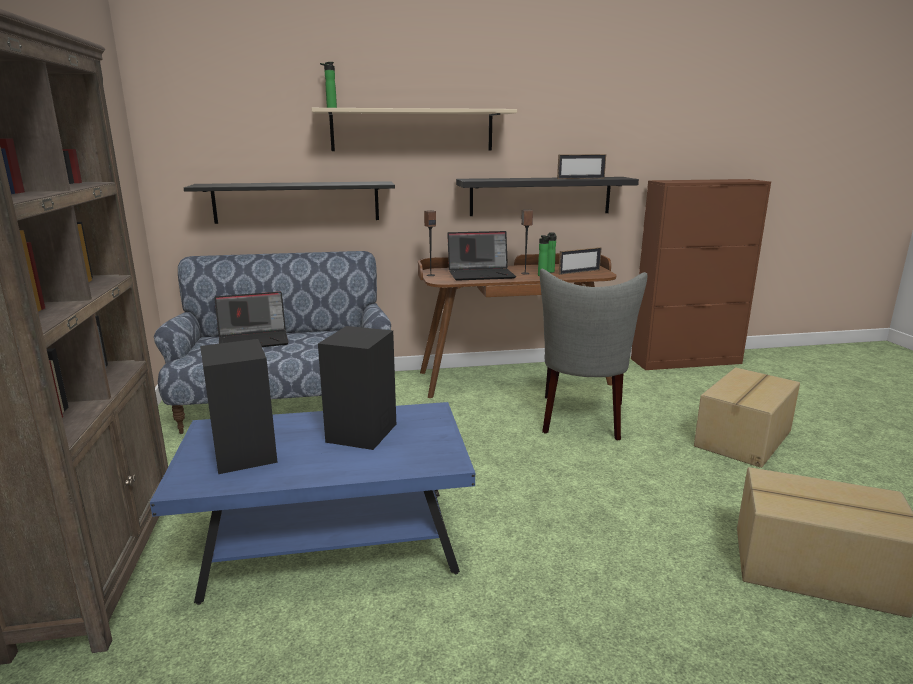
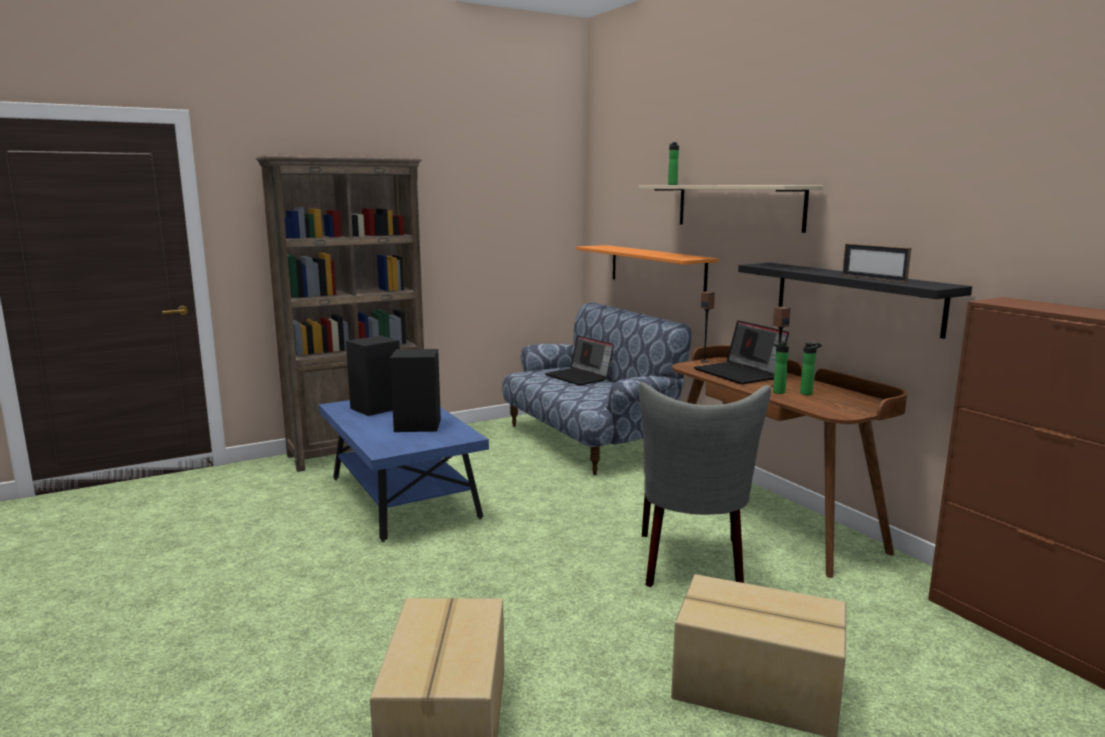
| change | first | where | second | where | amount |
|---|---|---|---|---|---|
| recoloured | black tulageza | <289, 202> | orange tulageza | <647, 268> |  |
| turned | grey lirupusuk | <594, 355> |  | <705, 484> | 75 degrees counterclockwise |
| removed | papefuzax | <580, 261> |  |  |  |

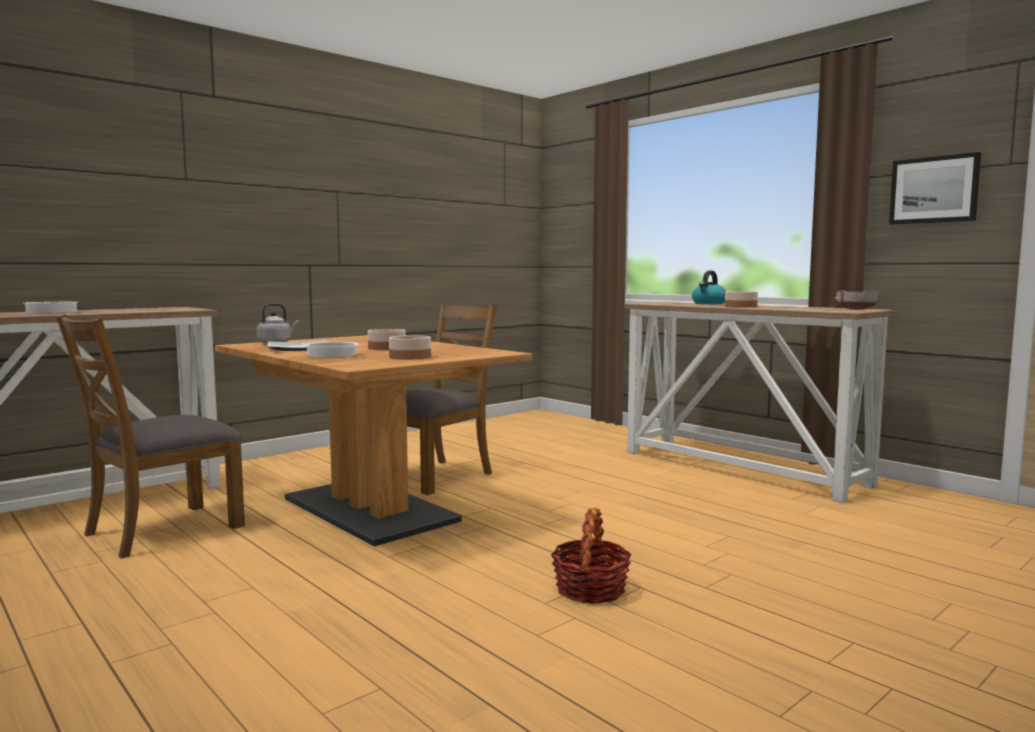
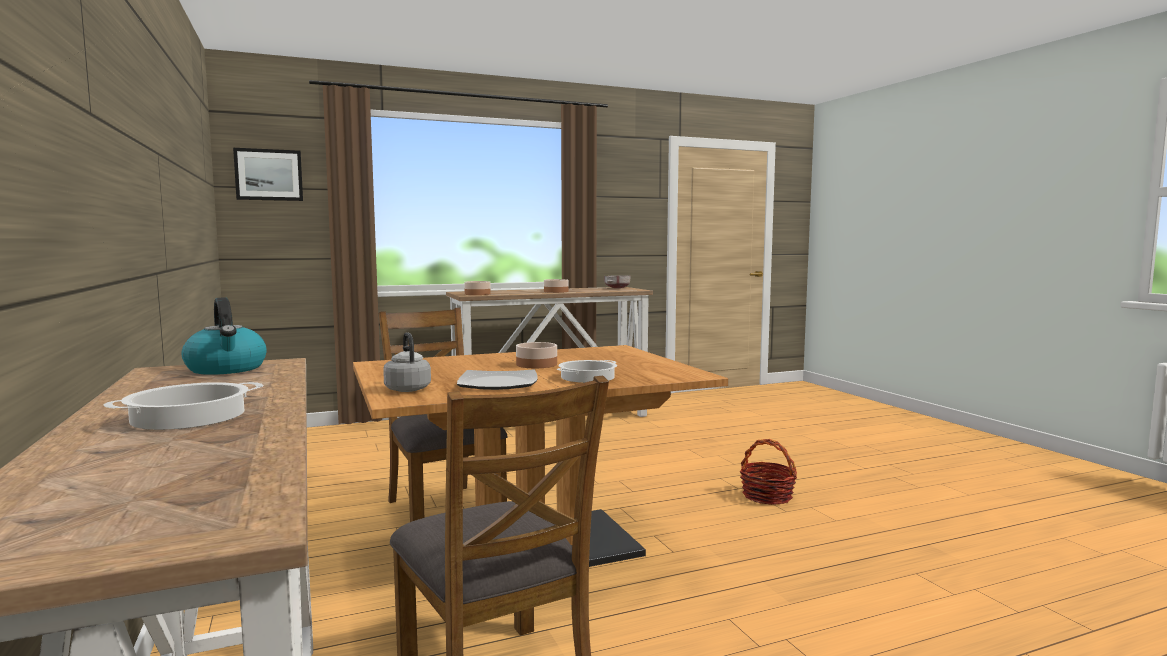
| change | first | where | second | where | amount |
|---|---|---|---|---|---|
| moved | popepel | <410, 347> |  | <477, 288> |  |
| moved | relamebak | <709, 287> |  | <224, 336> |  |
| moved | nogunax | <935, 188> |  | <268, 174> |  |

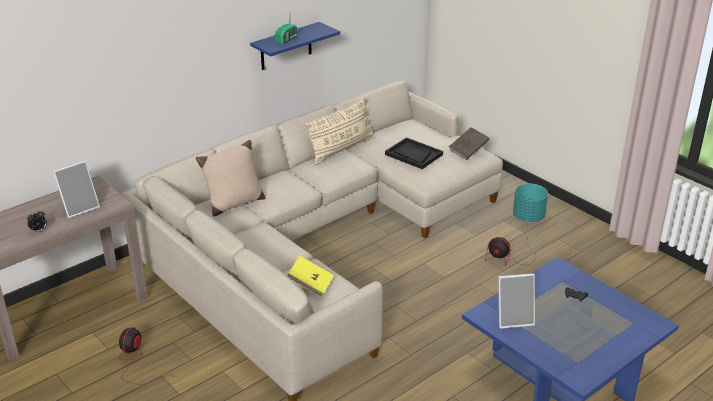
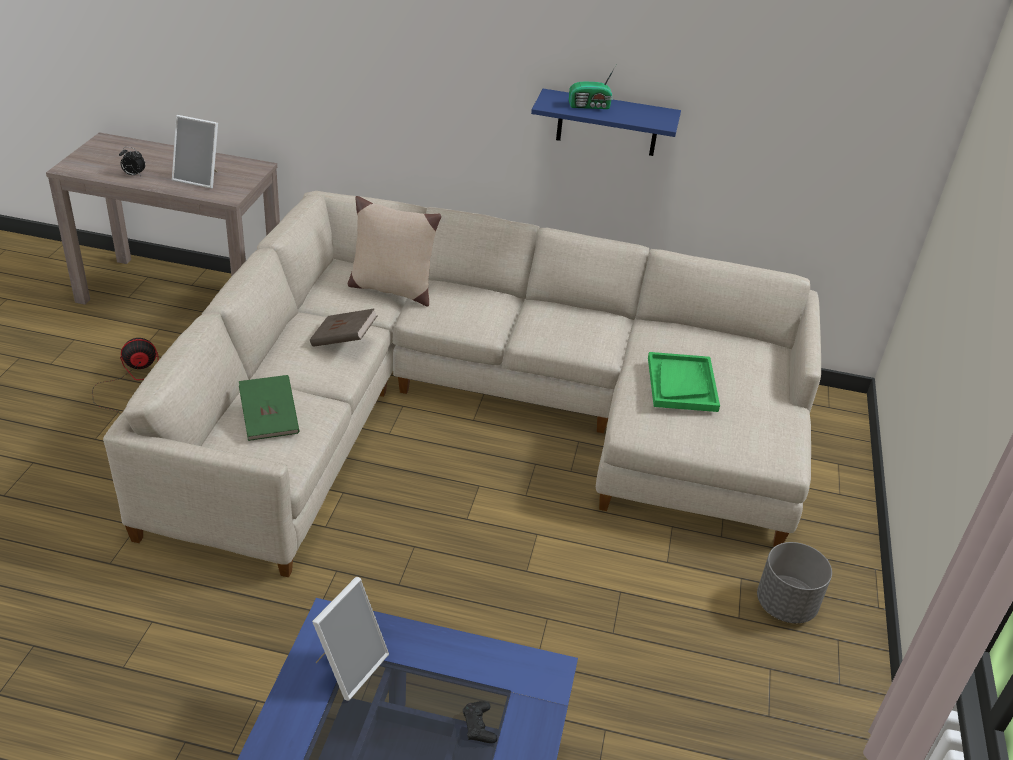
| change | first | where | second | where | amount |
|---|---|---|---|---|---|
| recoloured | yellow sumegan | <310, 276> | green sumegan | <269, 408> |  |
| removed | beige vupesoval | <340, 131> |  |  |  |
| recoloured | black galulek | <414, 153> | green galulek | <684, 382> |  |
| moved | brown sumegan | <469, 143> |  | <344, 327> |  |
| removed | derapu | <510, 251> |  |  |  |
| turned | papefuzax | <516, 301> |  | <350, 639> | 105 degrees counterclockwise |
| recoloured | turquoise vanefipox | <530, 202> | grey vanefipox | <794, 582> |  |

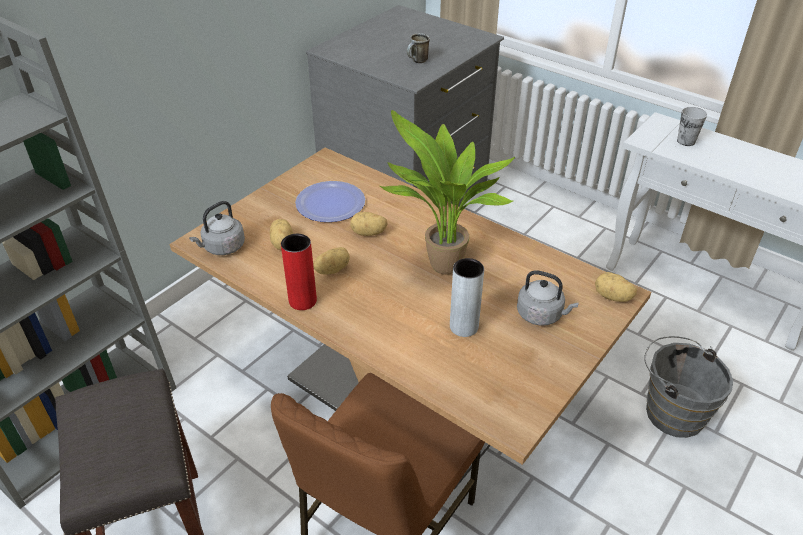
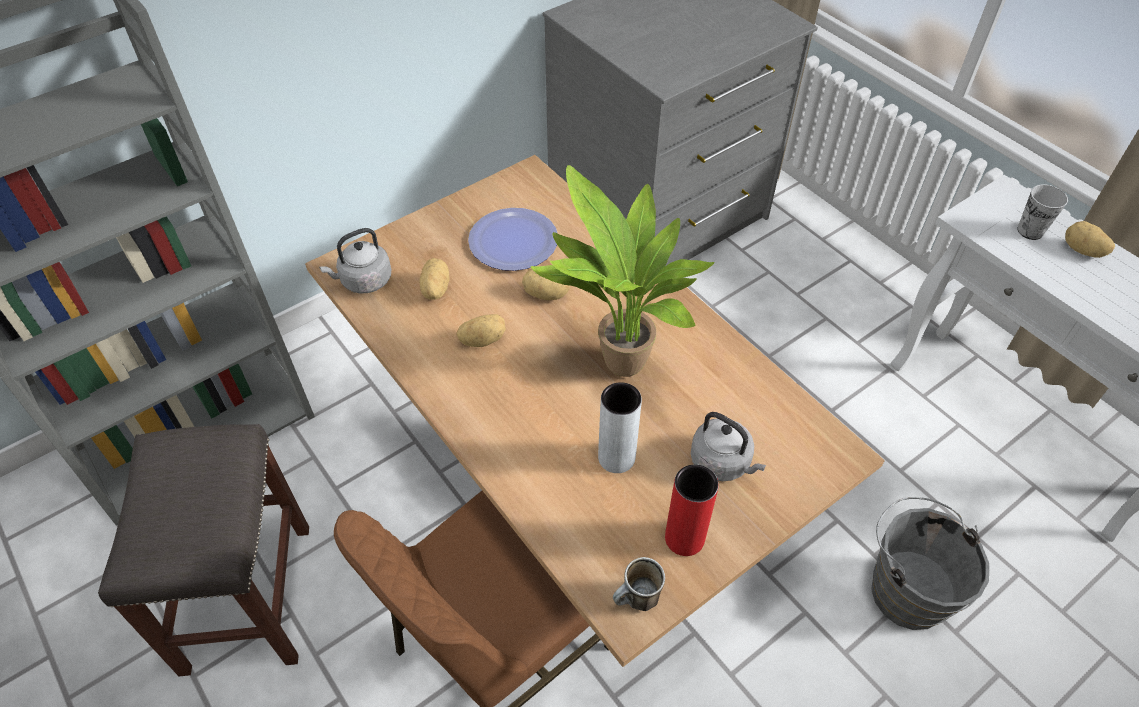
| change | first | where | second | where | amount |
|---|---|---|---|---|---|
| moved | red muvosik | <299, 272> |  | <692, 510> |  |
| moved | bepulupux | <418, 48> |  | <639, 584> |  |
| moved | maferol | <616, 287> |  | <1090, 239> |  |

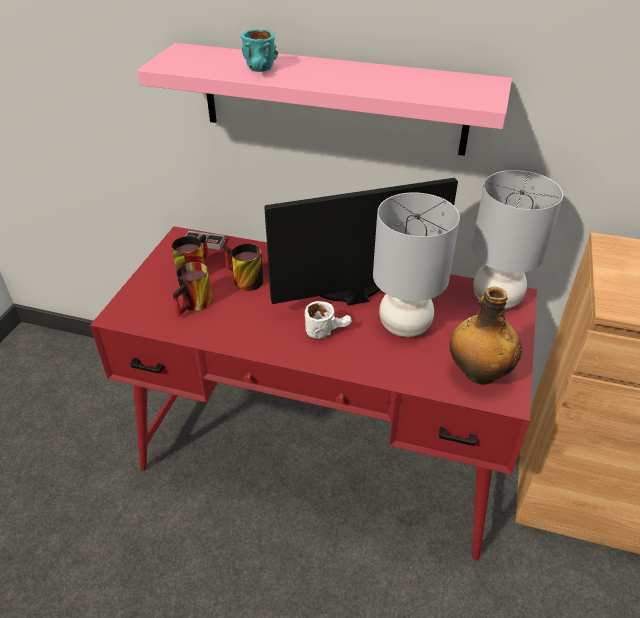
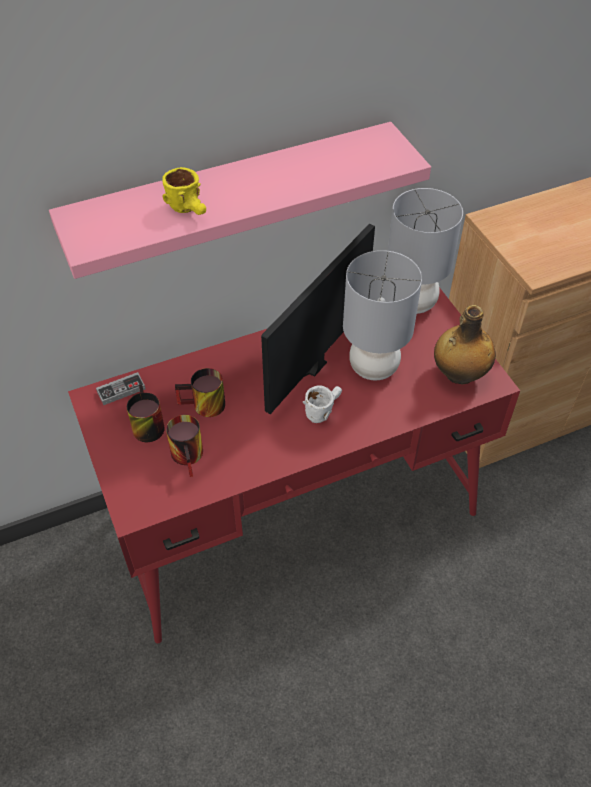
| change | first | where | second | where | amount |
|---|---|---|---|---|---|
| recoloured | turquoise bepulupux | <259, 50> | yellow bepulupux | <184, 191> |  |

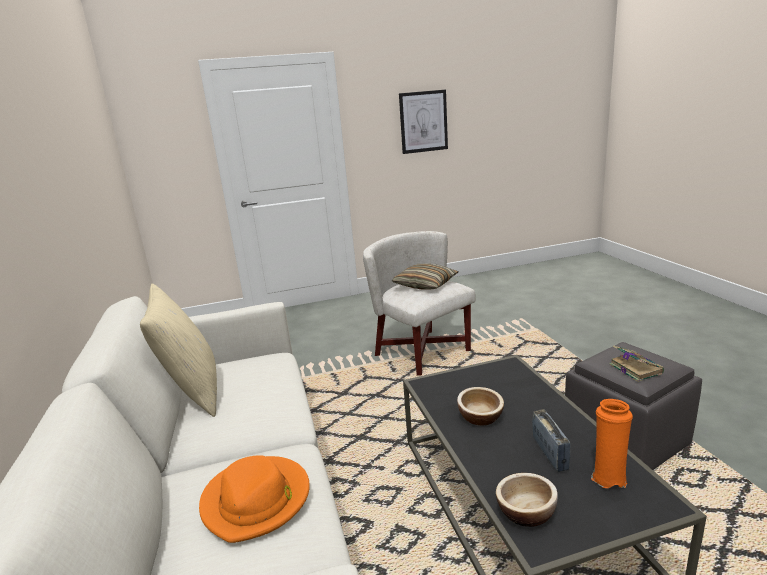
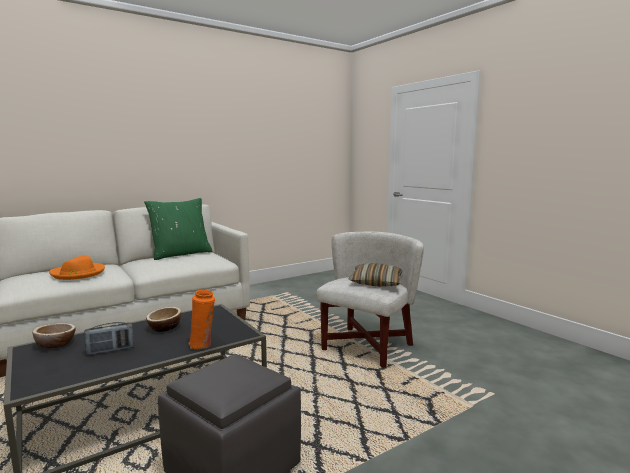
| change | first | where | second | where | amount |
|---|---|---|---|---|---|
| recoloured | beige vupesoval | <178, 350> | green vupesoval | <178, 229> |  |
| removed | nogunax | <423, 121> |  |  |  |
| moved | orange muvosik | <612, 443> |  | <202, 320> |  |
| removed | sumegan | <636, 364> |  |  |  |

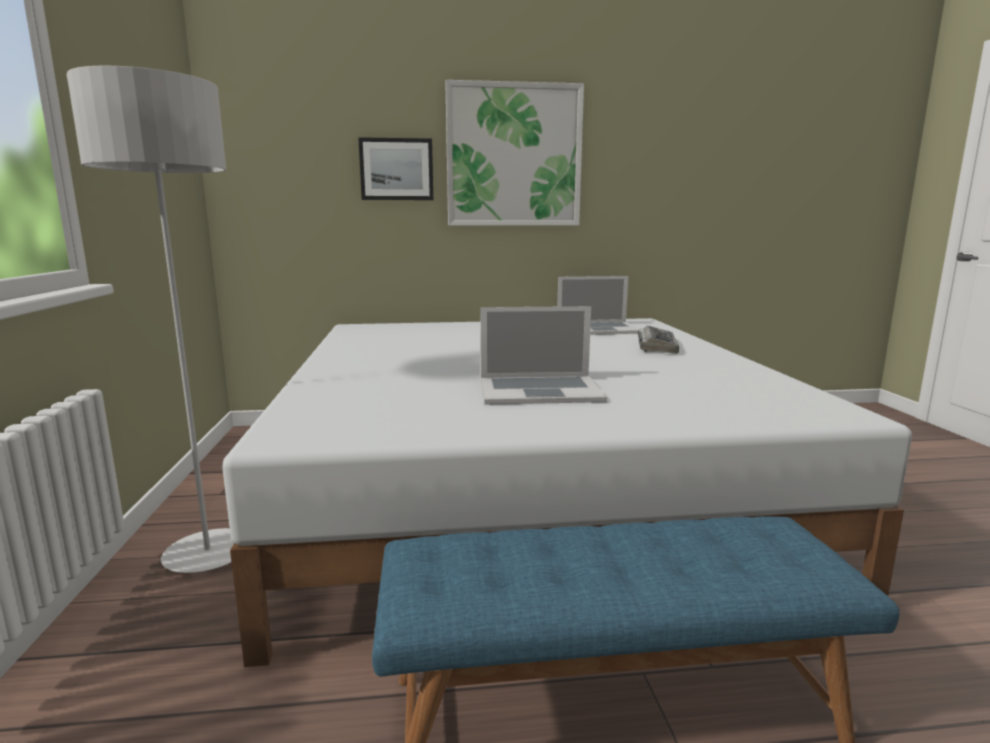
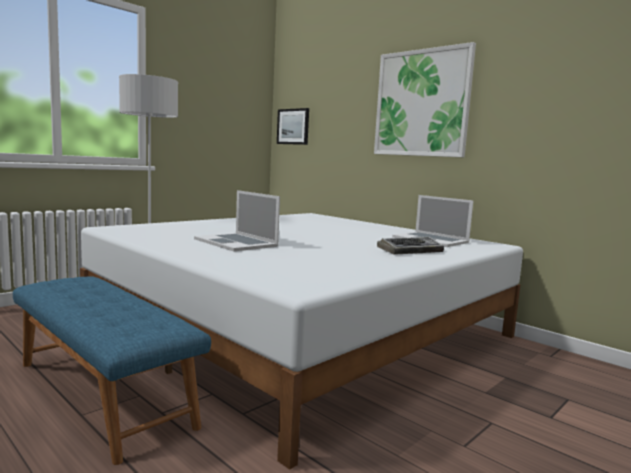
| change | first | where | second | where | amount |
|---|---|---|---|---|---|
| moved | nogunax | <395, 168> |  | <293, 126> |  |

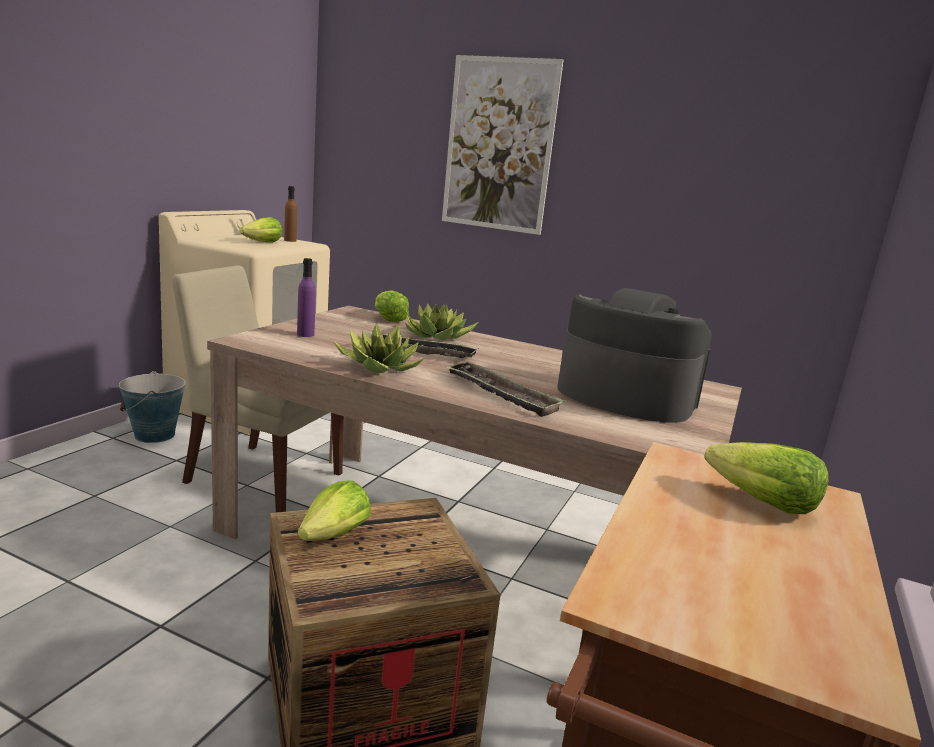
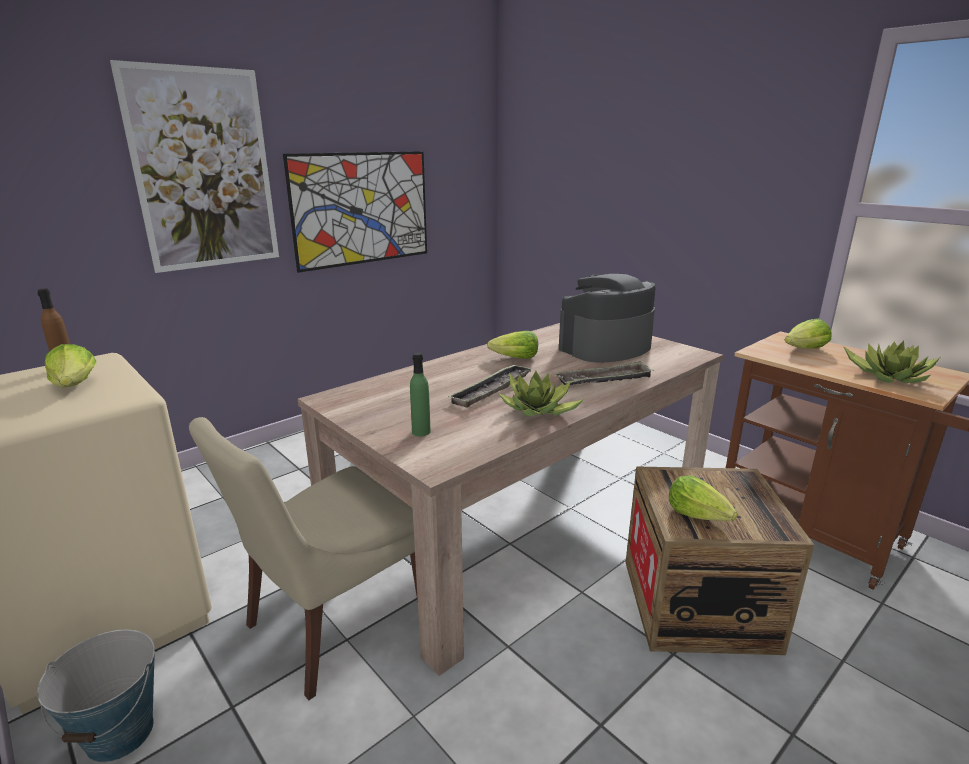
| change | first | where | second | where | amount |
|---|---|---|---|---|---|
| recoloured | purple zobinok | <306, 297> | green zobinok | <420, 394> |  |
| moved | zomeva | <392, 306> |  | <512, 345> |  |
| moved | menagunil | <441, 322> |  | <891, 362> |  |
| added |  |  | nogunax | <355, 212> |  |

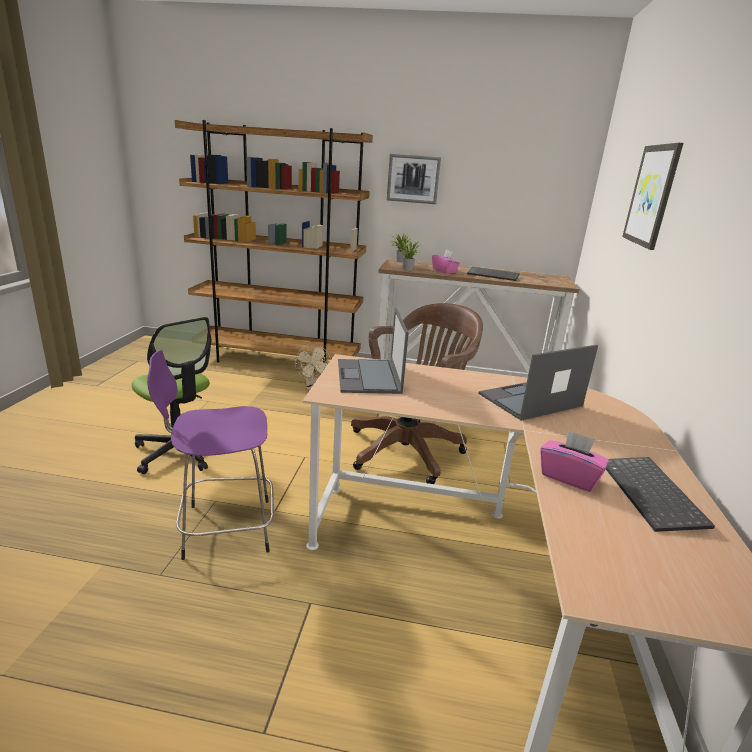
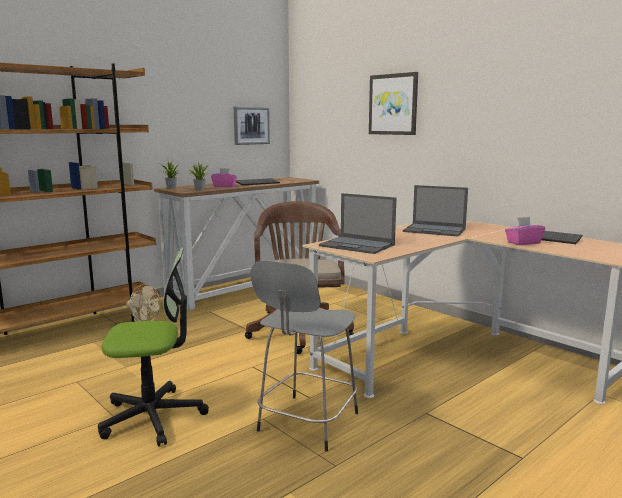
| change | first | where | second | where | amount |
|---|---|---|---|---|---|
| recoloured | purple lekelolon | <210, 455> | grey lekelolon | <304, 356> |  |
| moved | nogunax | <414, 179> |  | <252, 126> |  |
| turned | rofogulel | <538, 383> |  | <435, 210> | 75 degrees counterclockwise |

